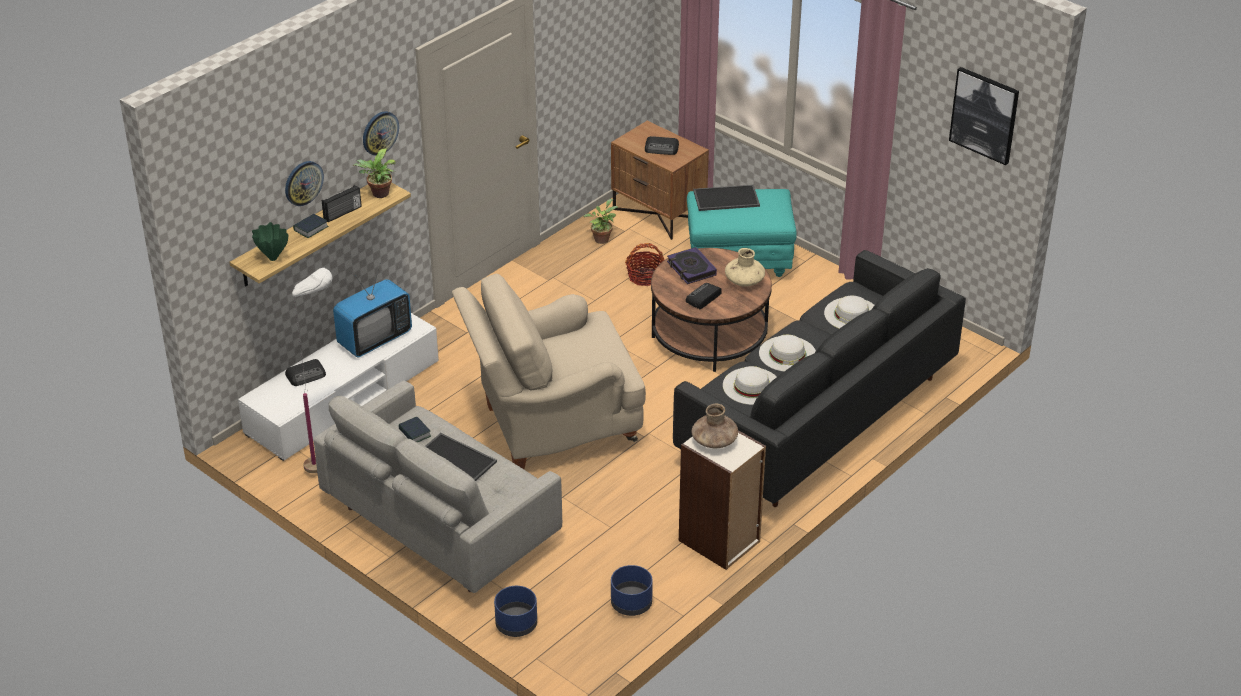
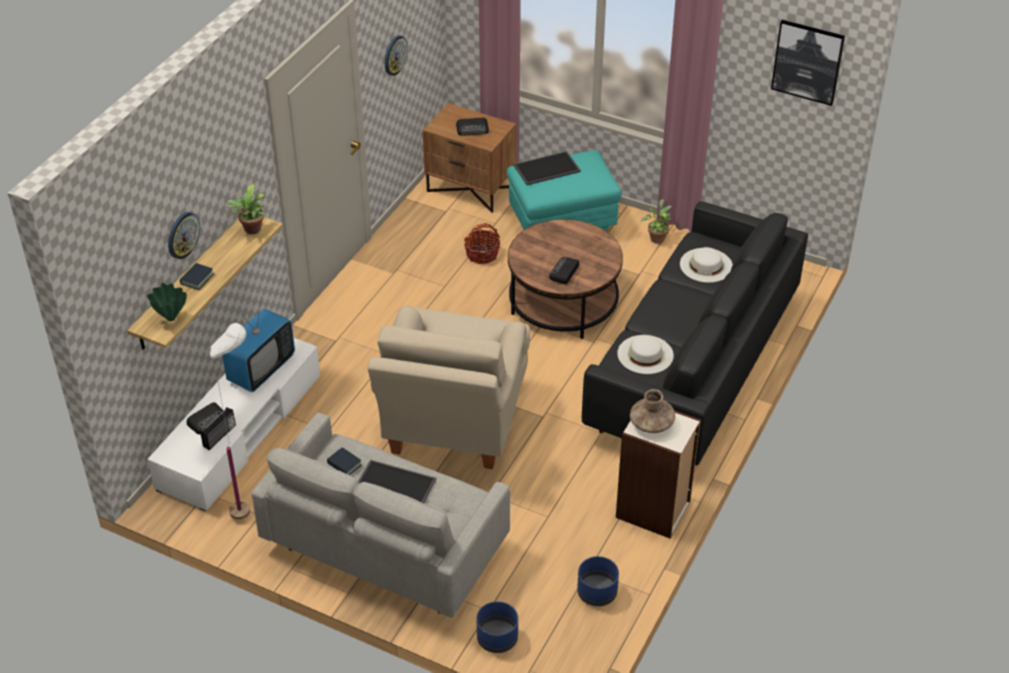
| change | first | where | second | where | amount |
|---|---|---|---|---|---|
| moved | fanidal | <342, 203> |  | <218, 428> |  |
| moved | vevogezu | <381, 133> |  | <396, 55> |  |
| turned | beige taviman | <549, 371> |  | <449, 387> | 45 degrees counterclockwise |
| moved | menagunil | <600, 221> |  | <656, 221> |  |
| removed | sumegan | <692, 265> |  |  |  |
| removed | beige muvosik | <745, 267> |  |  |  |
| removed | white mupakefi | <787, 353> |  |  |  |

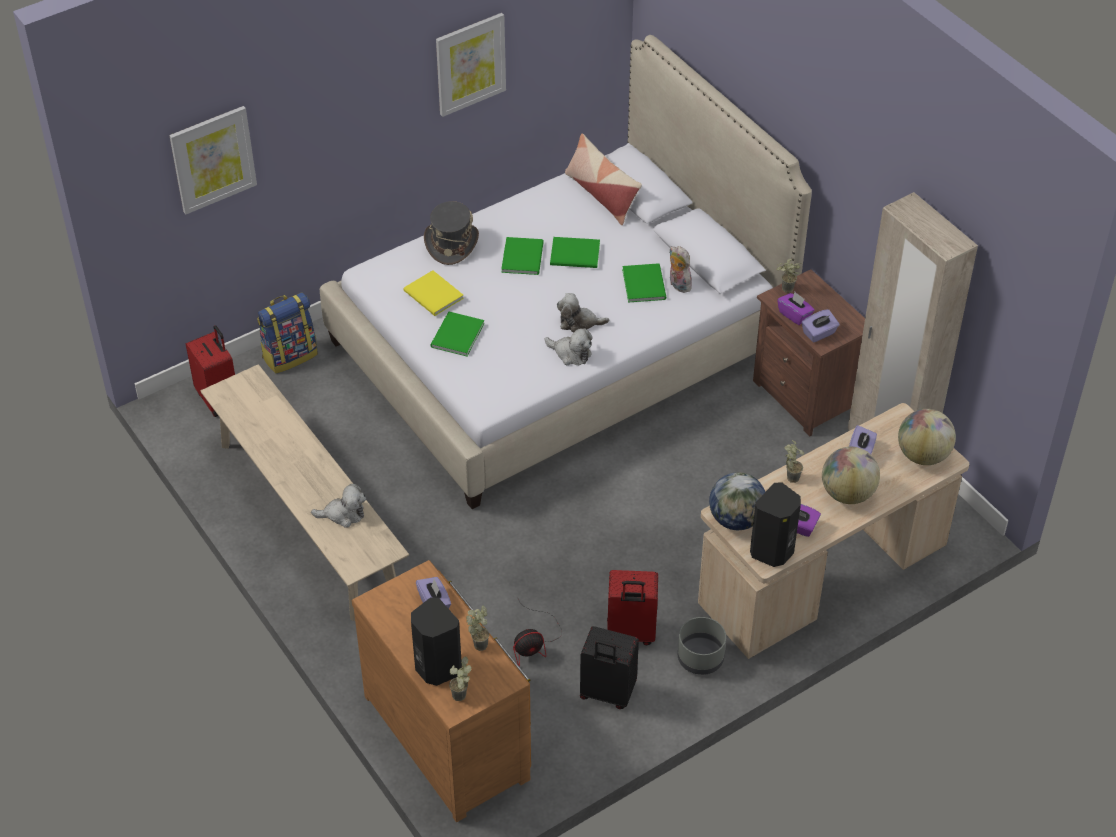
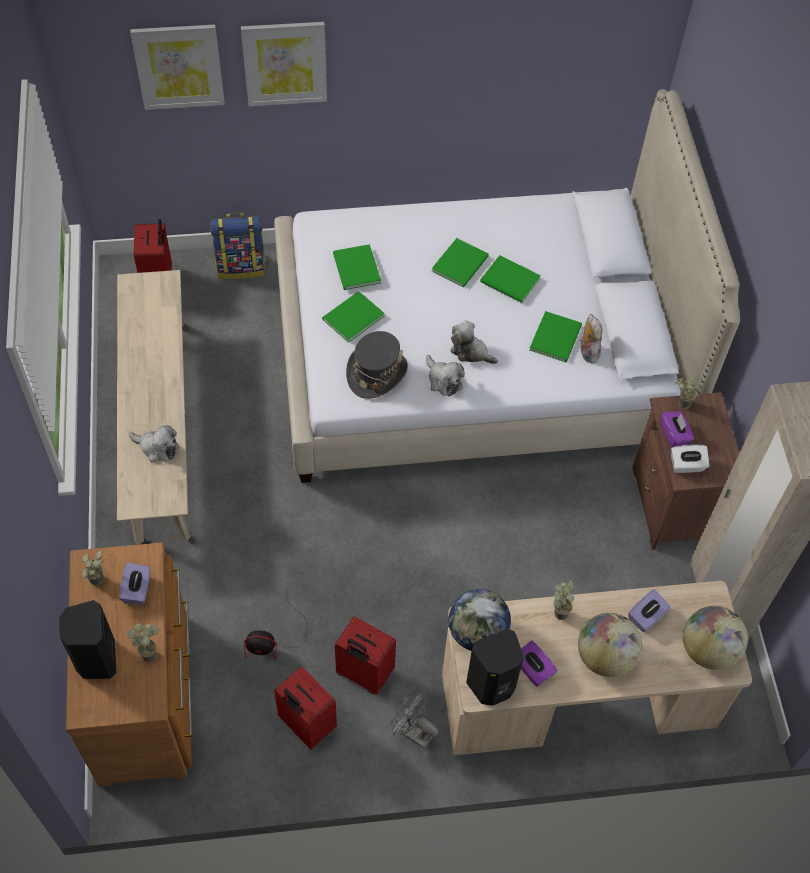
| change | first | where | second | where | amount |
|---|---|---|---|---|---|
| recoloured | yellow sumegan | <434, 293> | green sumegan | <357, 267> |  |
| moved | grey mupakefi | <451, 233> |  | <377, 365> |  |
| moved | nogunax | <471, 65> |  | <284, 64> |  |
| moved | menagunil | <460, 679> |  | <93, 567> |  |
| removed | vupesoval | <603, 179> |  |  |  |
| recoloured | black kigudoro | <609, 667> | red kigudoro | <305, 708> |  |
| replaced | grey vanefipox | <702, 646> | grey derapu | <414, 720> |  |
| recoloured | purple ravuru | <820, 326> | white ravuru | <690, 459> |  |

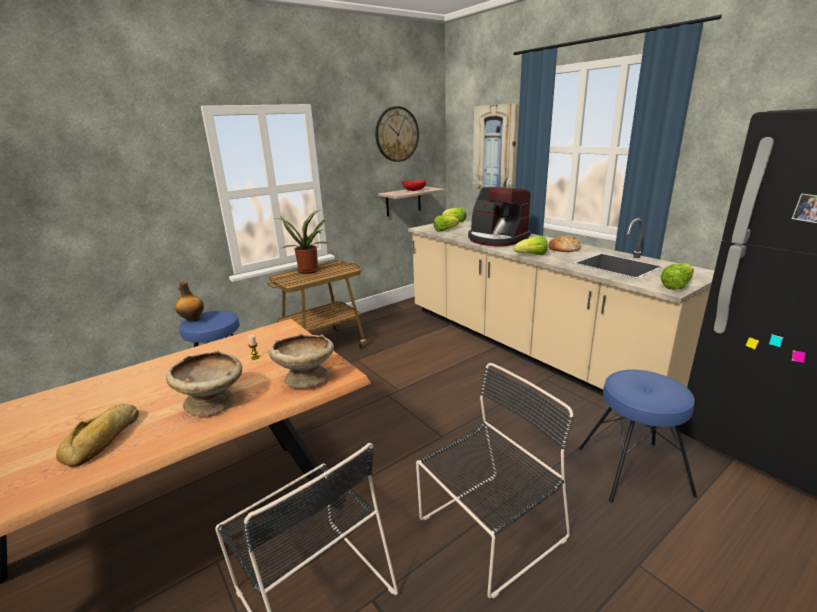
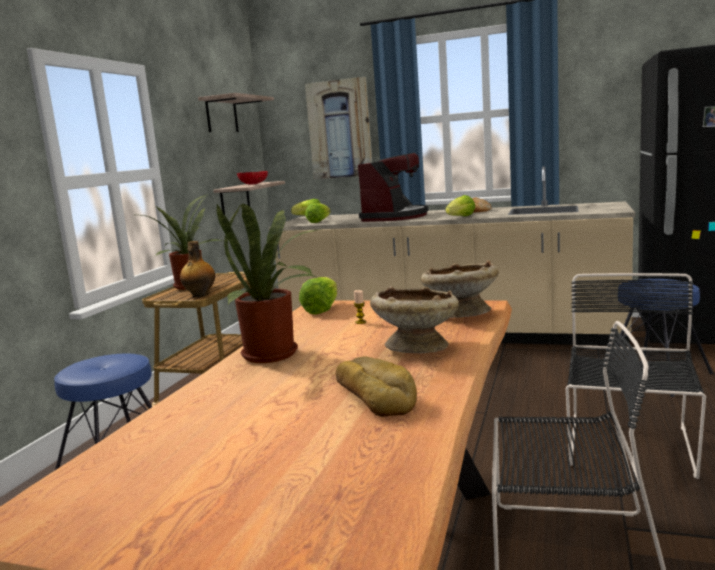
| change | first | where | second | where | amount |
|---|---|---|---|---|---|
| moved | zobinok | <189, 301> |  | <197, 269> |  |
| replaced | vevogezu | <397, 134> | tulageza | <236, 112> |  |
| turned | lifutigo | <499, 217> |  | <393, 187> | 75 degrees counterclockwise |
| moved | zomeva | <677, 276> |  | <318, 296> |  |
| added |  |  | menagunil | <269, 283> |  |

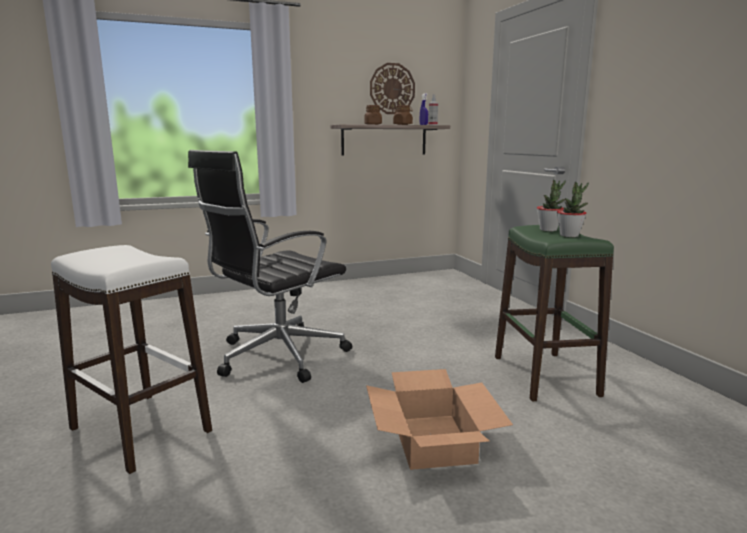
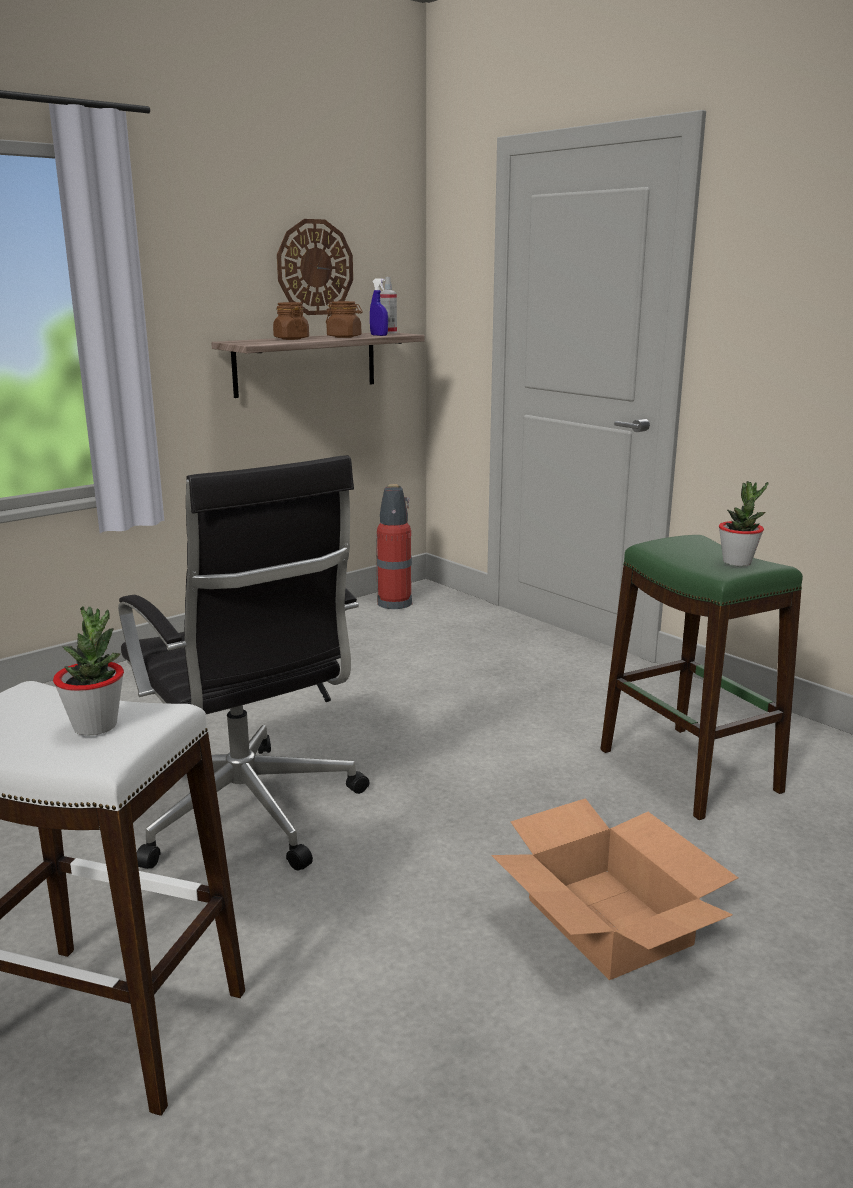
| change | first | where | second | where | amount |
|---|---|---|---|---|---|
| turned | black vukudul | <270, 266> |  | <243, 662> | 60 degrees counterclockwise |
| moved | menagunil | <551, 205> |  | <88, 671> |  |
| added |  |  | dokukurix | <394, 546> |  |

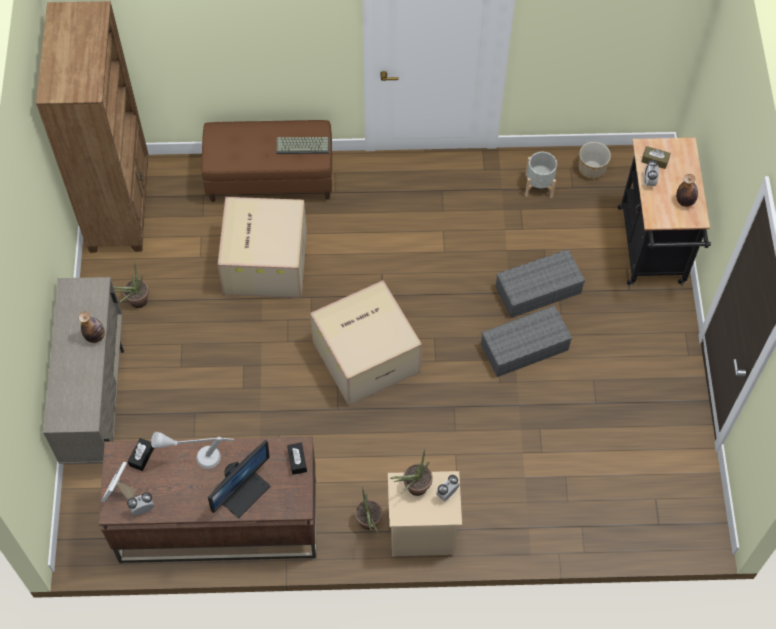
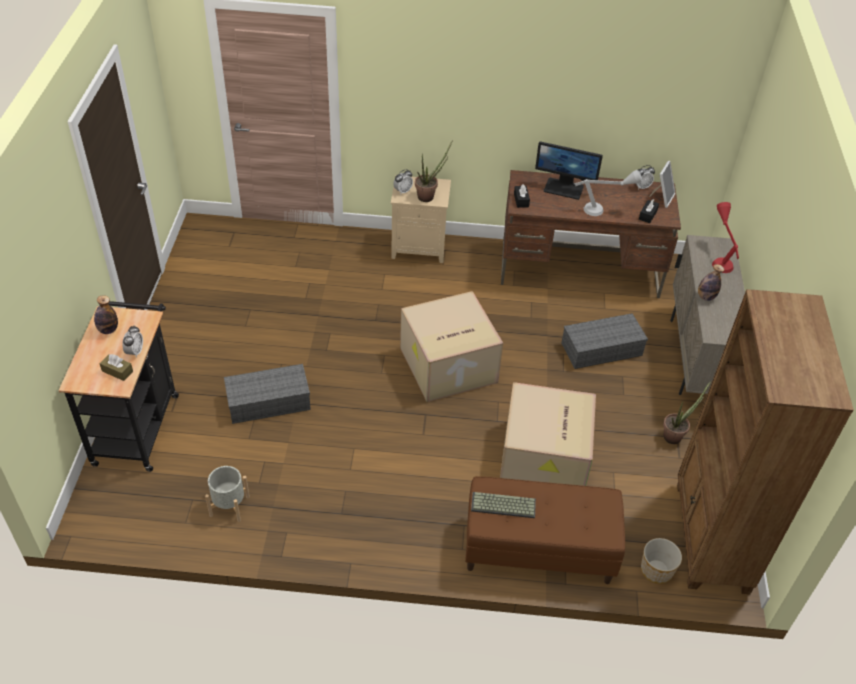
| change | first | where | second | where | amount |
|---|---|---|---|---|---|
| turned | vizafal | <239, 479> |  | <569, 170> | 120 degrees counterclockwise |
| removed | menagunil | <368, 509> |  |  |  |
| moved | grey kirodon | <526, 341> |  | <604, 341> |  |
| moved | vanefipox | <595, 160> |  | <661, 561> |  |
| added |  |  | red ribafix | <725, 237> |  |

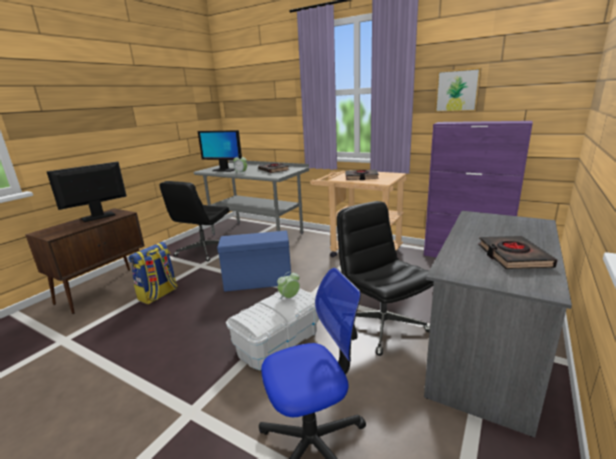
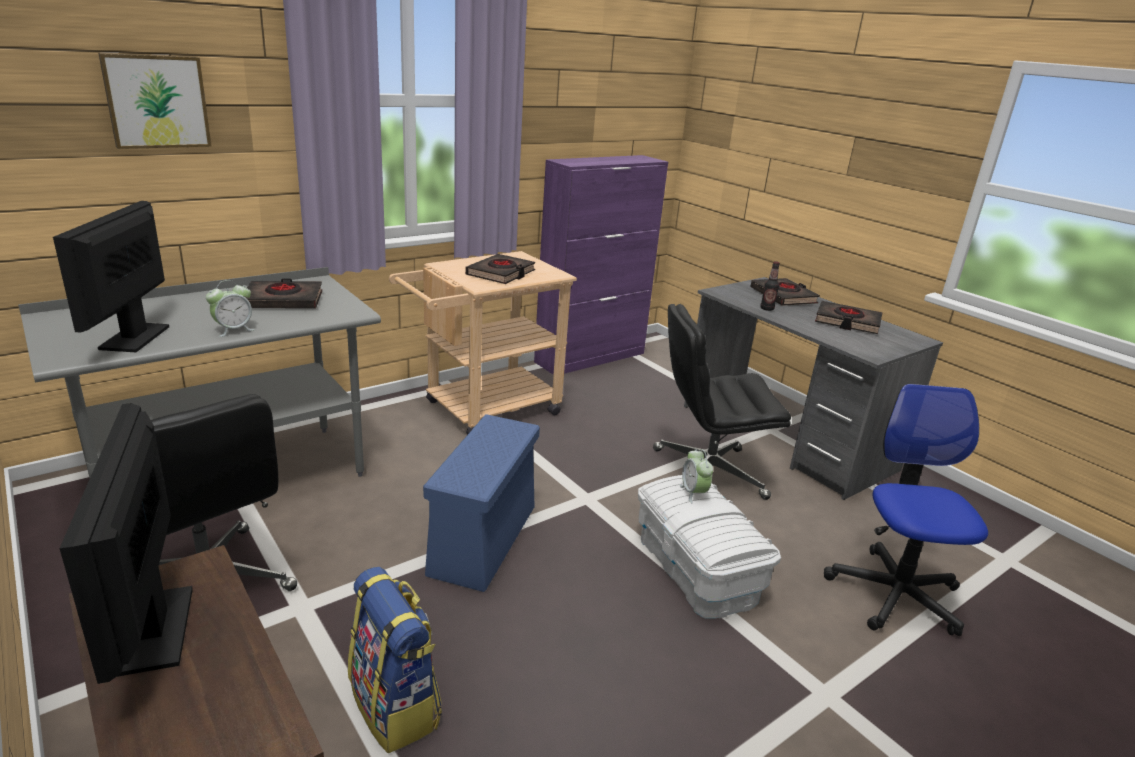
| change | first | where | second | where | amount |
|---|---|---|---|---|---|
| turned | vizafal | <219, 151> |  | <111, 276> | 135 degrees clockwise |
| moved | nogunax | <458, 90> |  | <155, 101> |  |
| added |  |  | black sumegan | <785, 292> |  |
| added |  |  | zobinok | <770, 286> |  |

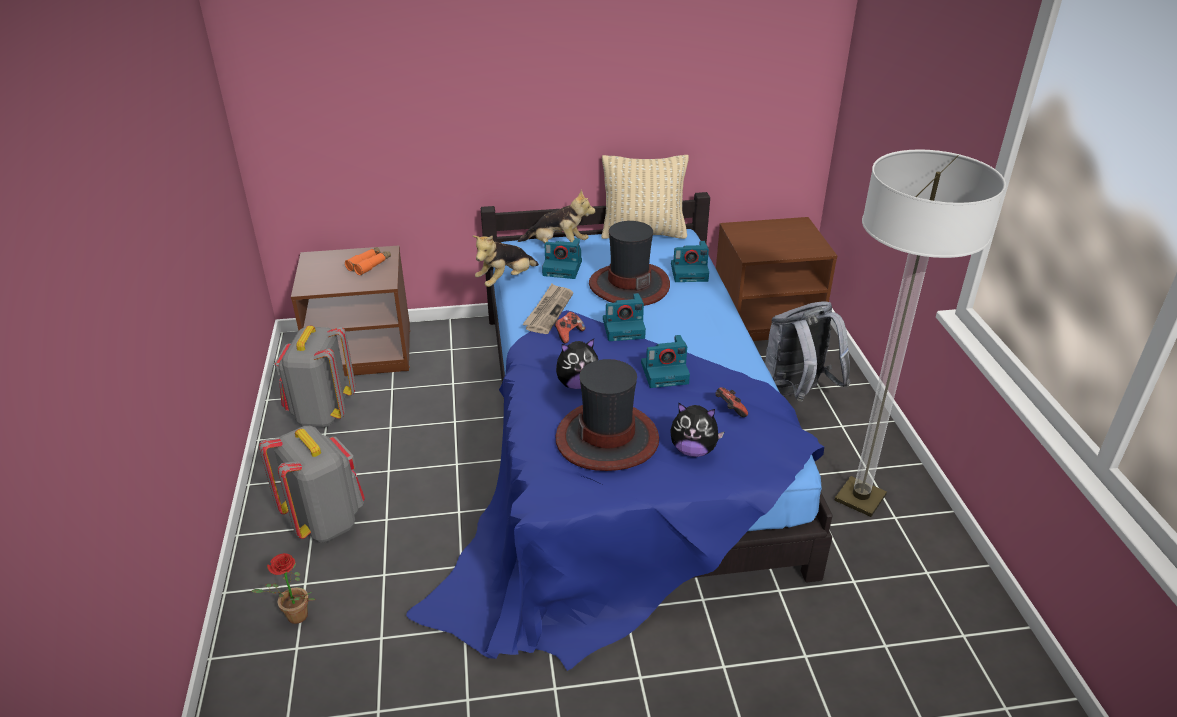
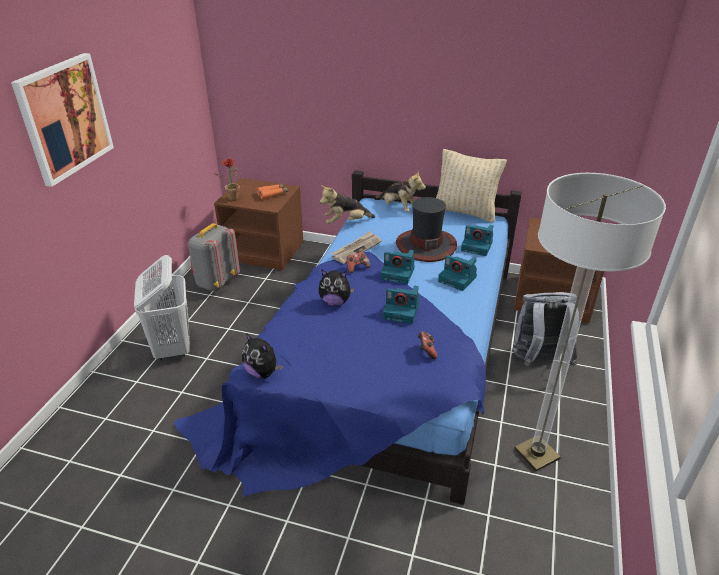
| change | first | where | second | where | amount |
|---|---|---|---|---|---|
| moved | menagunil | <283, 588> |  | <226, 180> |  |
| replaced | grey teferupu | <312, 484> | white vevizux | <162, 307> |  |
| moved | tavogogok | <562, 258> |  | <457, 273> |  |
| removed | mupakefi | <607, 415> |  |  |  |
| moved | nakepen | <697, 430> |  | <262, 356> |  |
| added |  |  | nogunax | <62, 120> |  |

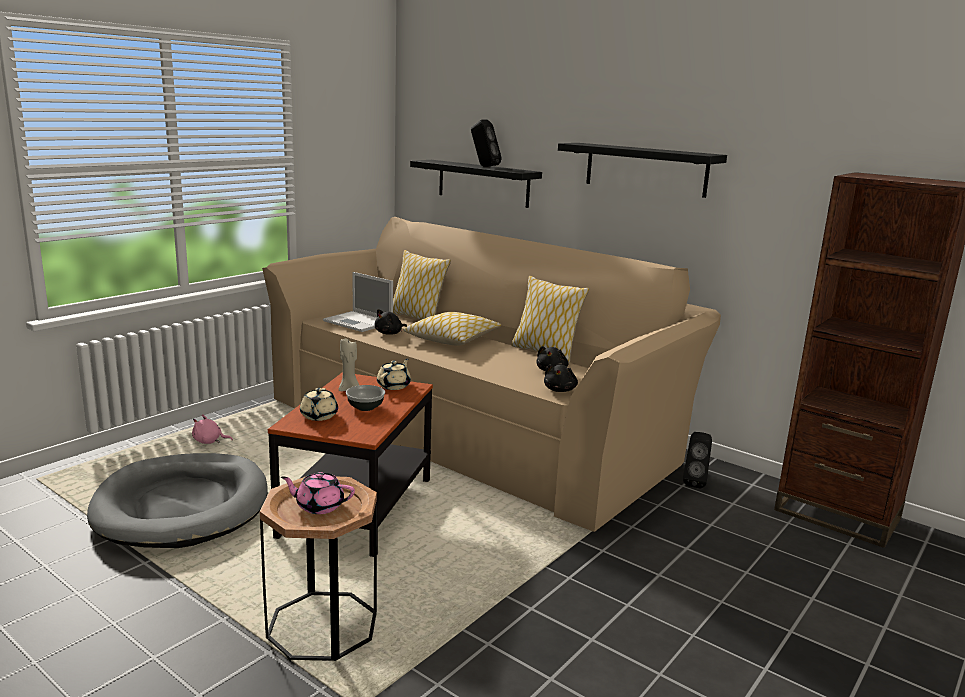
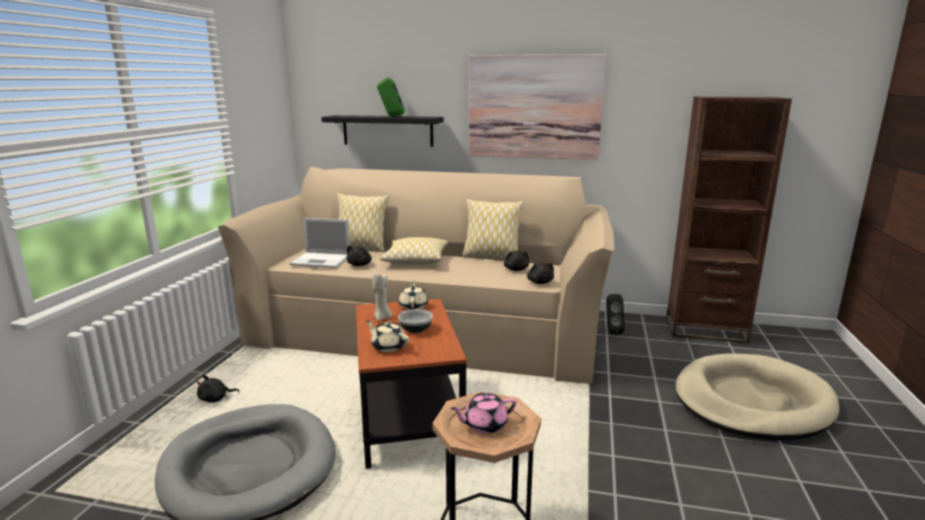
| change | first | where | second | where | amount |
|---|---|---|---|---|---|
| recoloured | pink nakepen | <212, 429> | black nakepen | <218, 389> |  |
| turned | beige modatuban | <319, 404> |  | <387, 337> | 150 degrees clockwise |
| recoloured | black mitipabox | <486, 143> | green mitipabox | <391, 97> |  |
| replaced | black tulageza | <642, 170> | nogunax | <537, 107> |  |
| added |  |  | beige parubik | <758, 396> |  |

